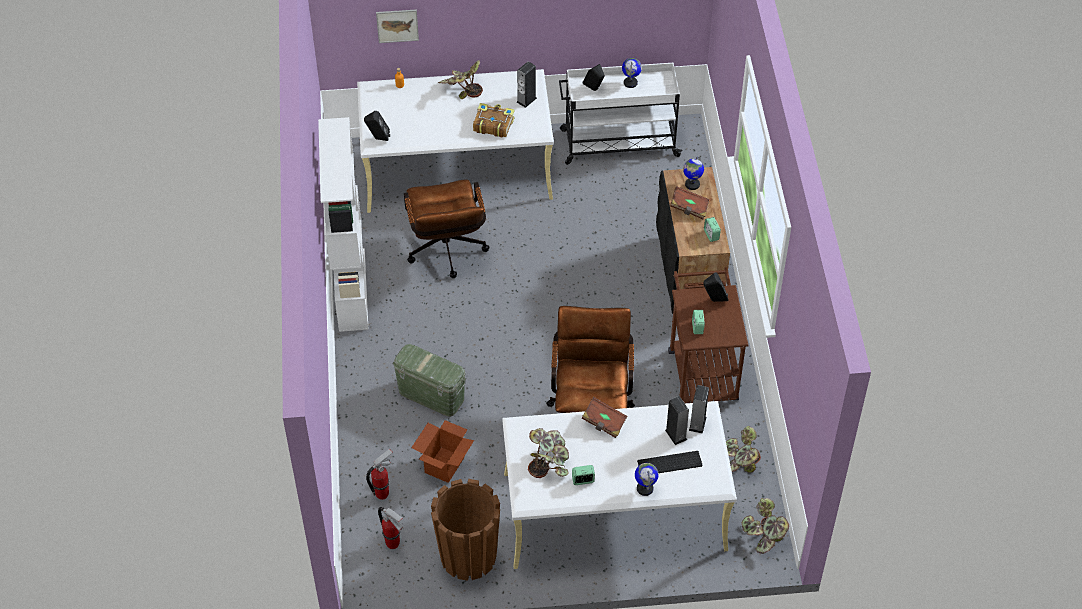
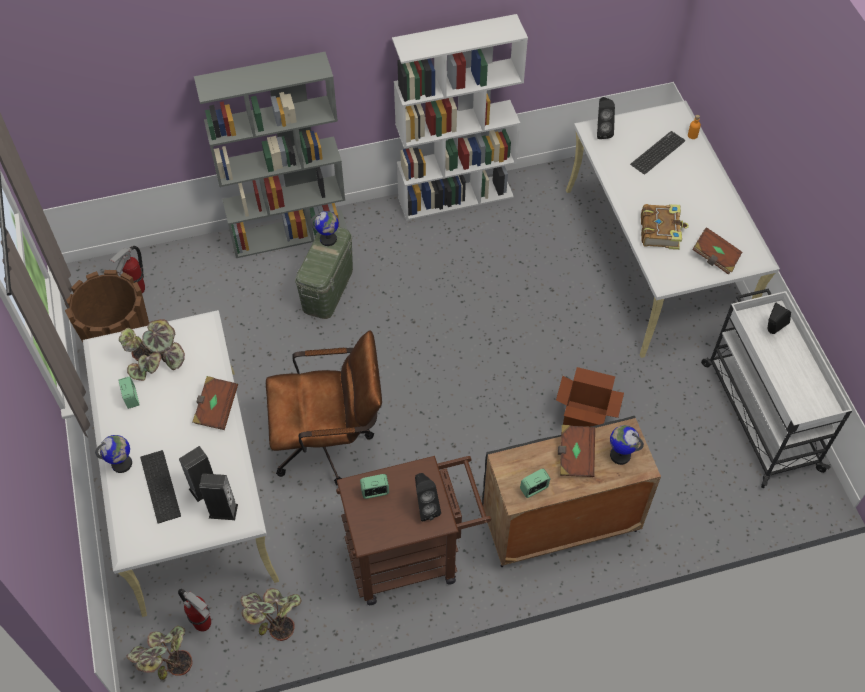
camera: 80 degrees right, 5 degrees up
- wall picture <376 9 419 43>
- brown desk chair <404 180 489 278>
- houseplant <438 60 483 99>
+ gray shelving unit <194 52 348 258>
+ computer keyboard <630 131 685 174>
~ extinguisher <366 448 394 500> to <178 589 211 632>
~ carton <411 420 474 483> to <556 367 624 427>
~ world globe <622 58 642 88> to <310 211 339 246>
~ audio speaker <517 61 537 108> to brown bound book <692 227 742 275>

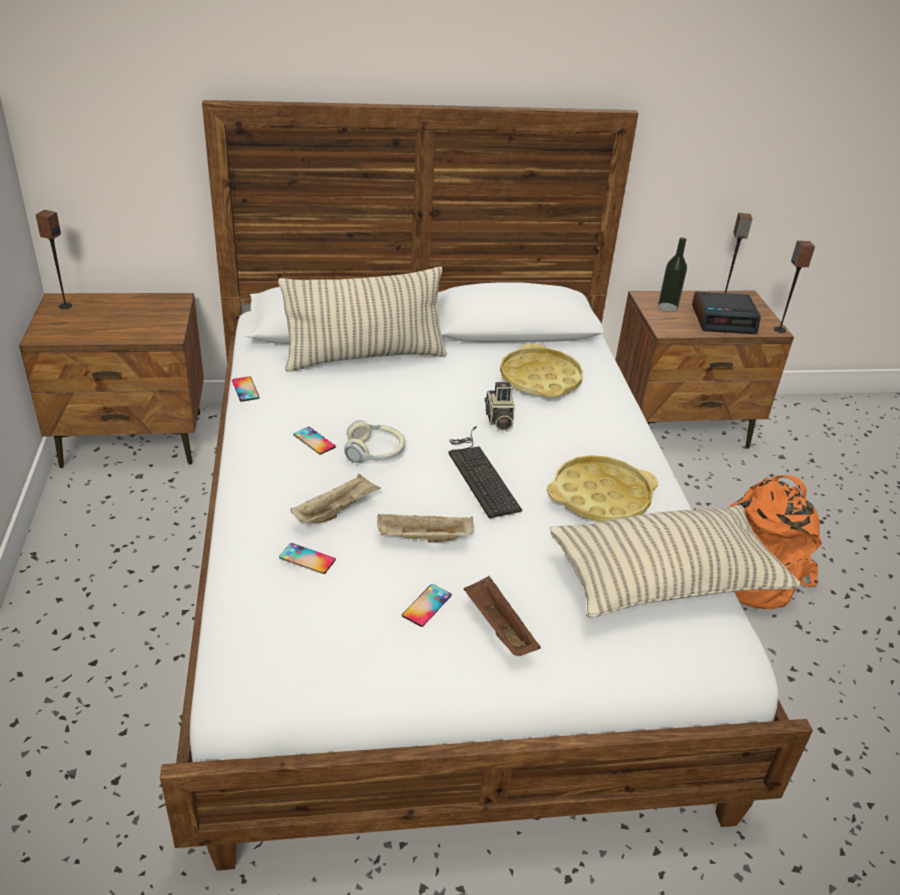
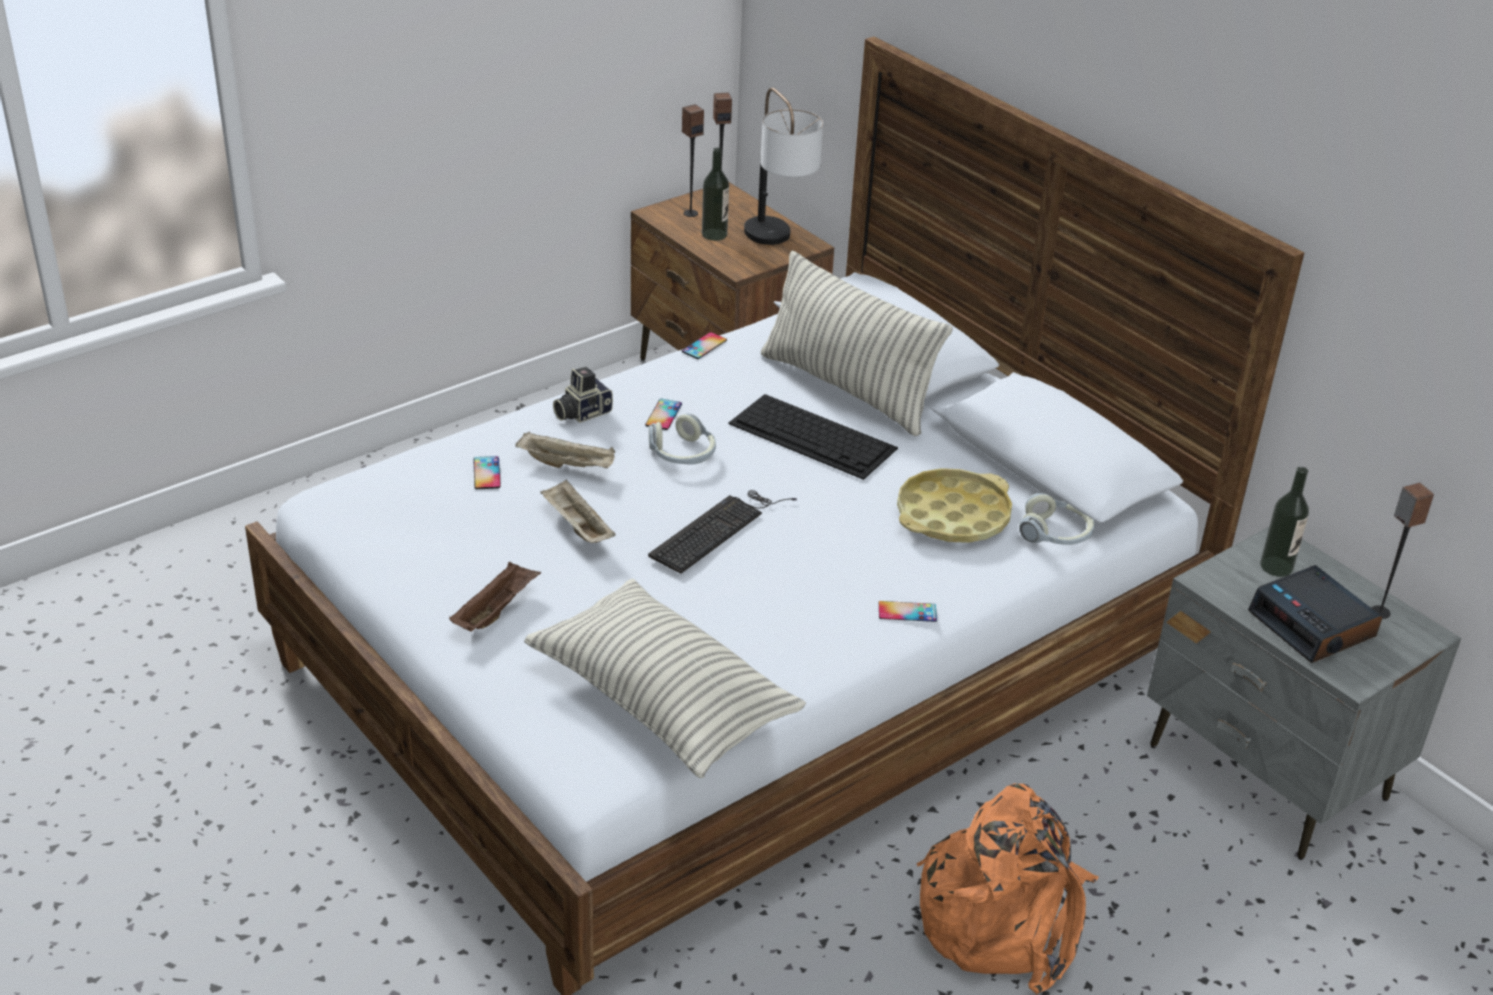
camera: 60 degrees right, 0 degrees up
- yellow carrying tray <547 455 658 522>
+ beverage bottle <702 147 729 241>
+ computer keyboard <728 394 898 480>
+ lamp for a table <744 88 823 245>
+ headset <1019 493 1095 545>
~ telephone <402 584 452 627> to <879 601 937 622>
~ still camera <485 382 515 431> to <553 367 613 423>
~ audio speaker <774 241 815 333> to <682 104 704 217>
~ brown night table <615 291 794 449> to gray night table <1147 526 1461 860>

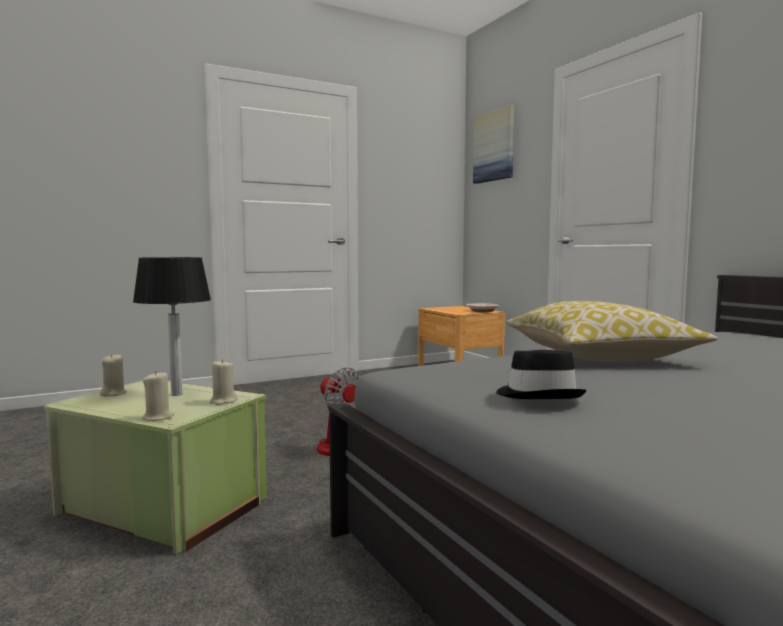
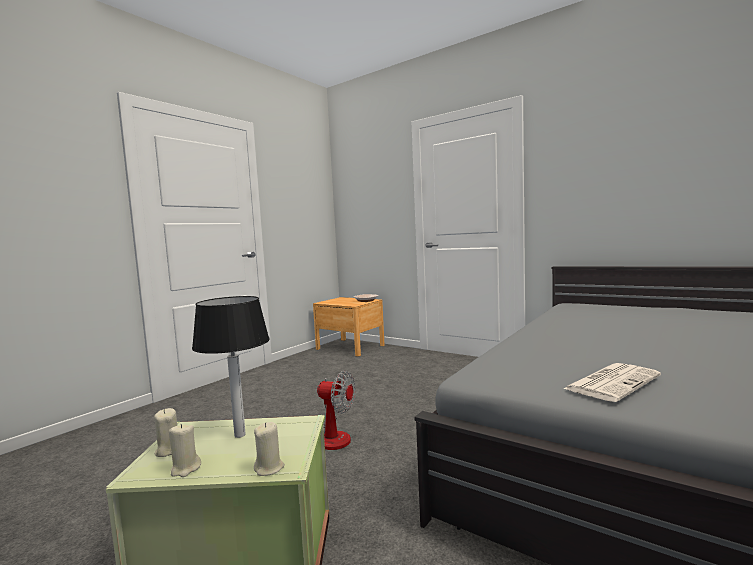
camera: 25 degrees left, 0 degrees up
- wall picture <473 105 514 184>
- throw pillow <506 301 718 362>
~ beige-coloured candle <210 360 237 405> to <169 424 201 477>
~ black clothing hat <496 350 587 399> to daily paper <563 363 661 402>

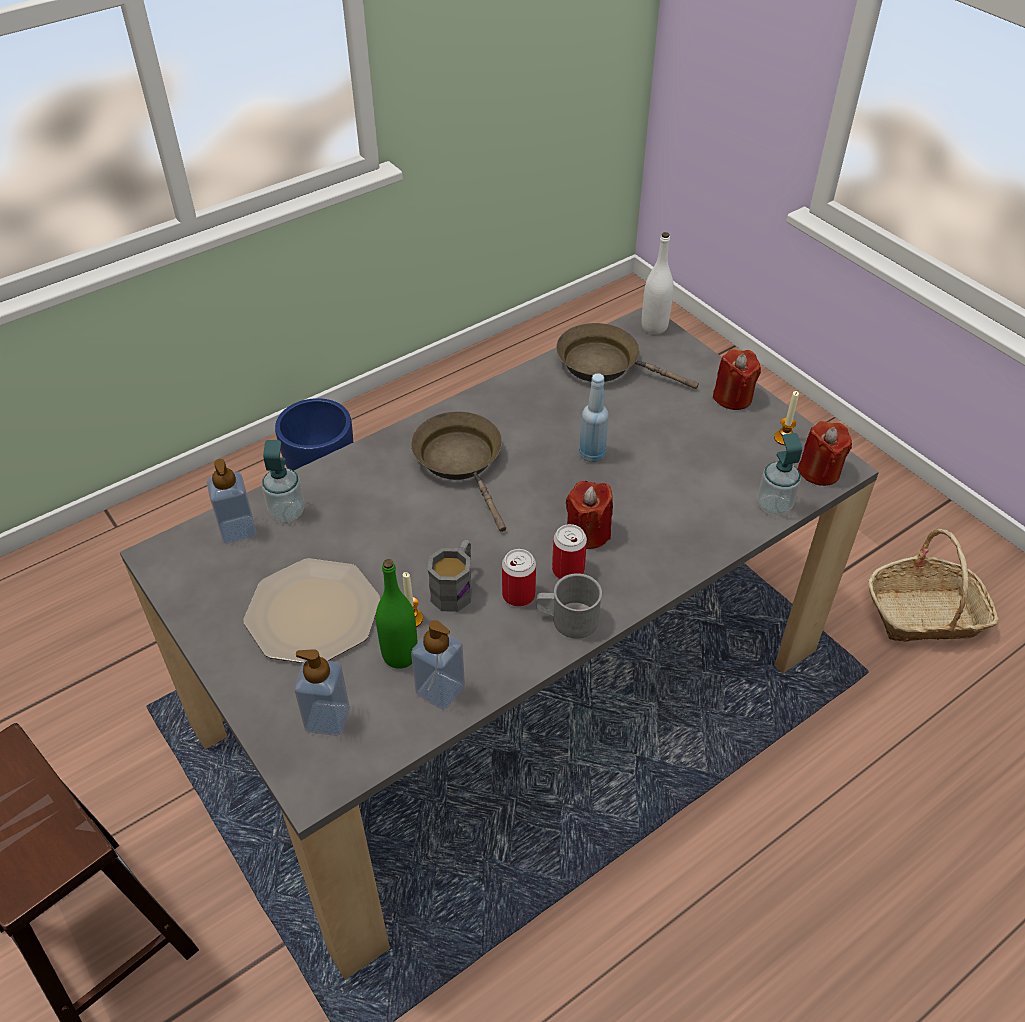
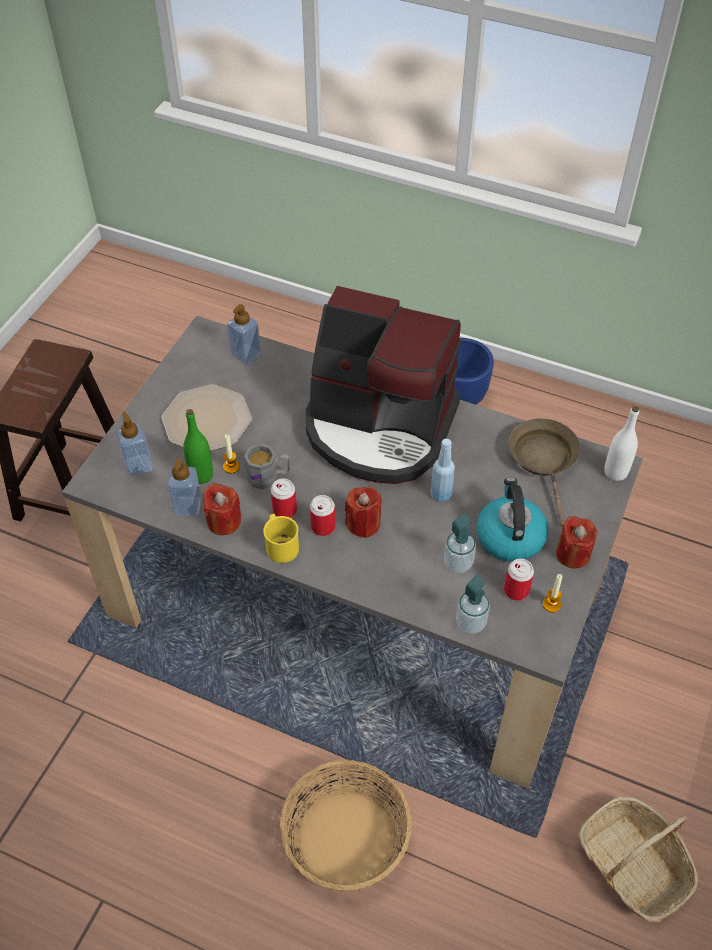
camera: 60 degrees right, 5 degrees up
+ basket <280 760 412 891>
+ kettle <477 477 548 562>
+ can <504 558 534 600>
~ soap dispenser <262 440 304 522> to <444 514 476 573>
~ reddish candle <798 421 852 486> to <203 483 242 535>
~ brown skillet <411 411 506 532> to coffee machine <306 286 461 484>
~ gray tea mug <536 573 602 639> to yellow tea mug <263 514 299 563>

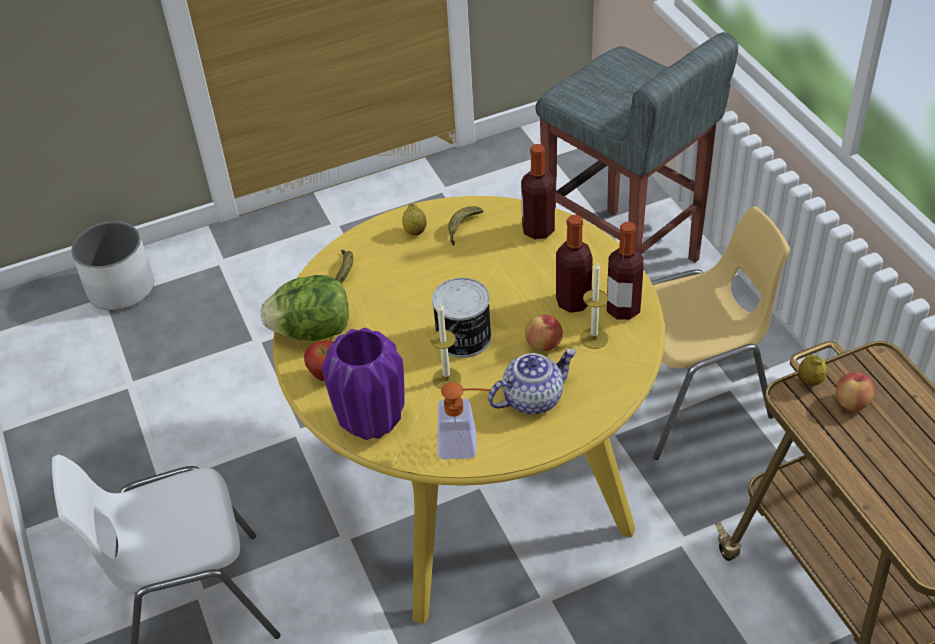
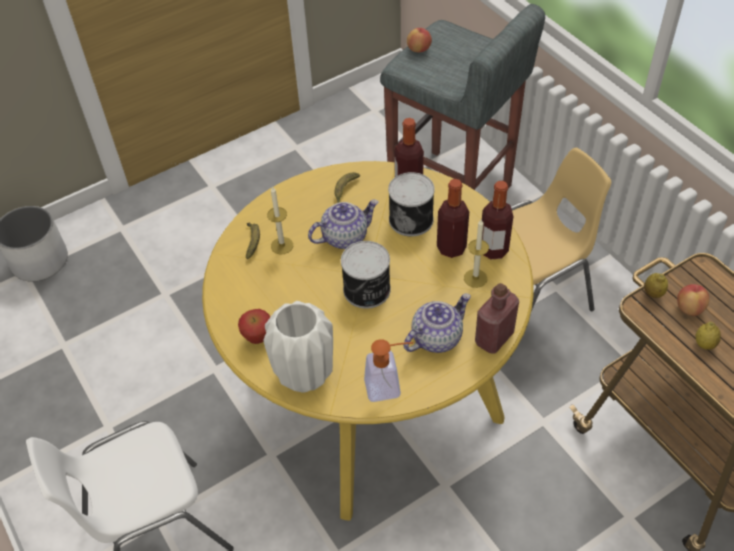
camera: 10 degrees left, 5 degrees up
- lettuce <260 275 349 341>
+ pot for tea <308 199 378 249>
+ can <388 172 435 236>
+ reddish beverage bottle <475 283 519 354>
~ citrus fruit <402 203 427 235> to <696 322 721 350>
~ candle <430 304 461 389> to <267 186 293 255>
~ apple fruit <525 314 563 351> to <407 28 432 52>
~ purple decorative vase <321 328 405 440> to whitish decorative vase <263 301 333 393>

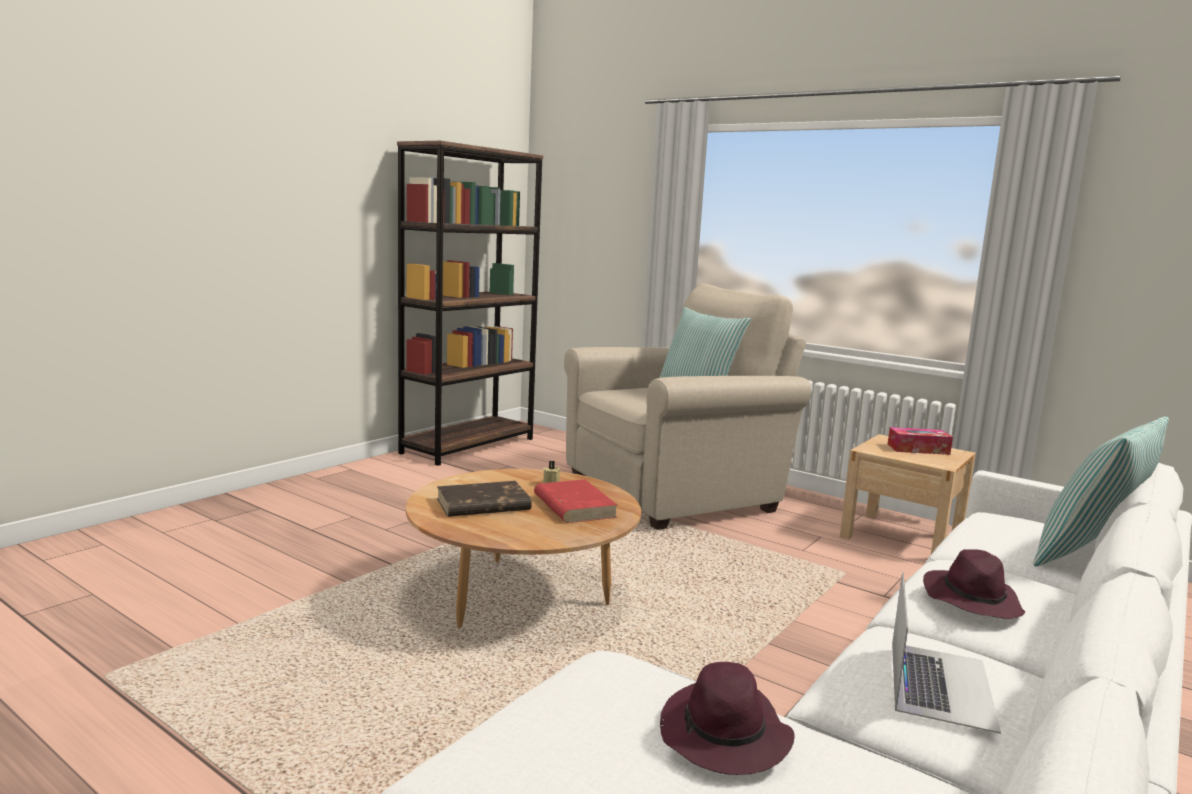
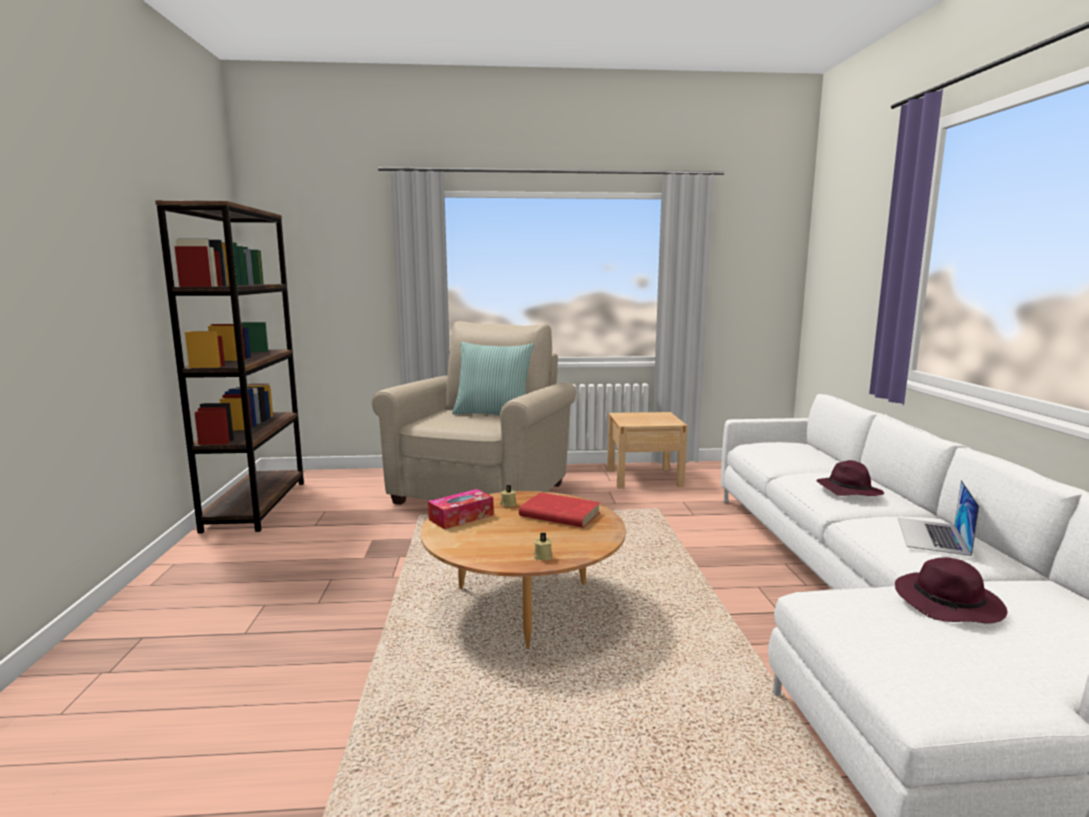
camera: 40 degrees left, 0 degrees up
- brown bound book <437 481 532 517>
- throw pillow <1033 416 1169 567>
+ beige-coloured candle <534 532 552 560>
~ box of tissues <888 427 953 455> to <428 489 494 529>
~ laptop <892 571 1001 734> = <898 480 980 556> 135 degrees counterclockwise

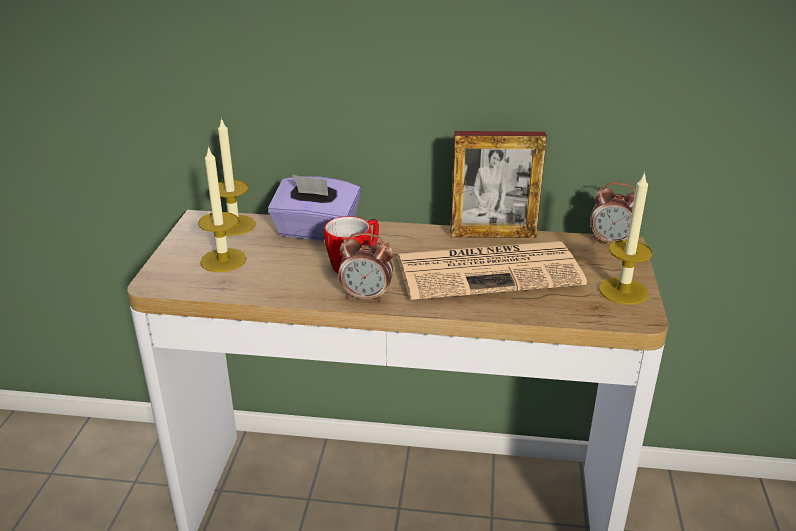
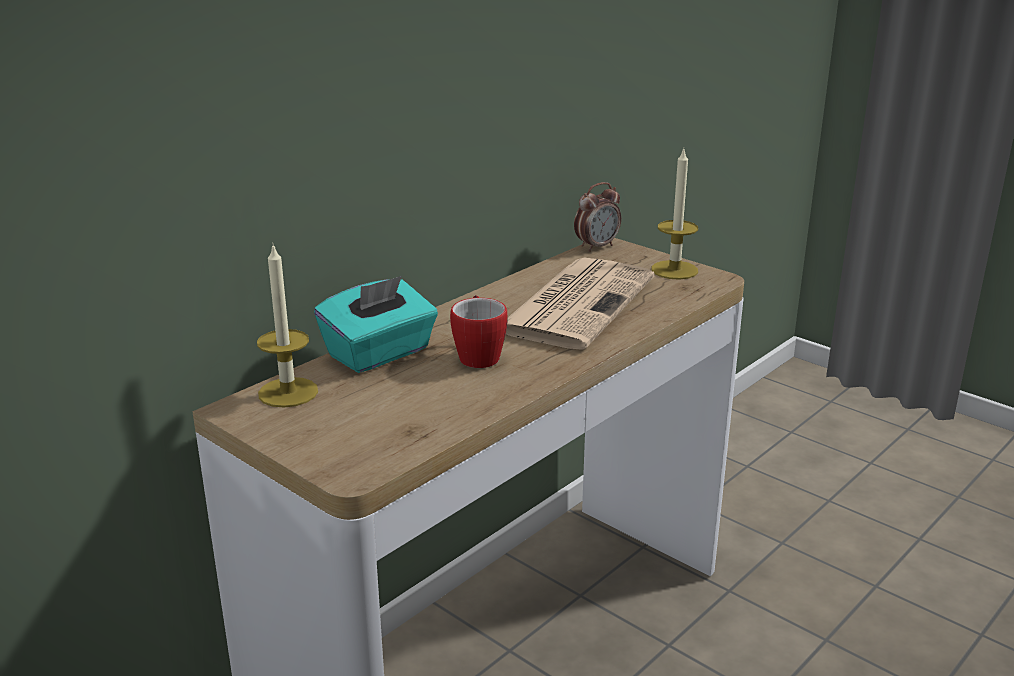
camera: 55 degrees left, 5 degrees down
- candle <198 146 247 272>
- table clock <338 233 393 302>
- photo frame <451 131 547 238>
~ purple box of tissues <268 175 361 241> to blue-green box of tissues <314 276 438 373>

